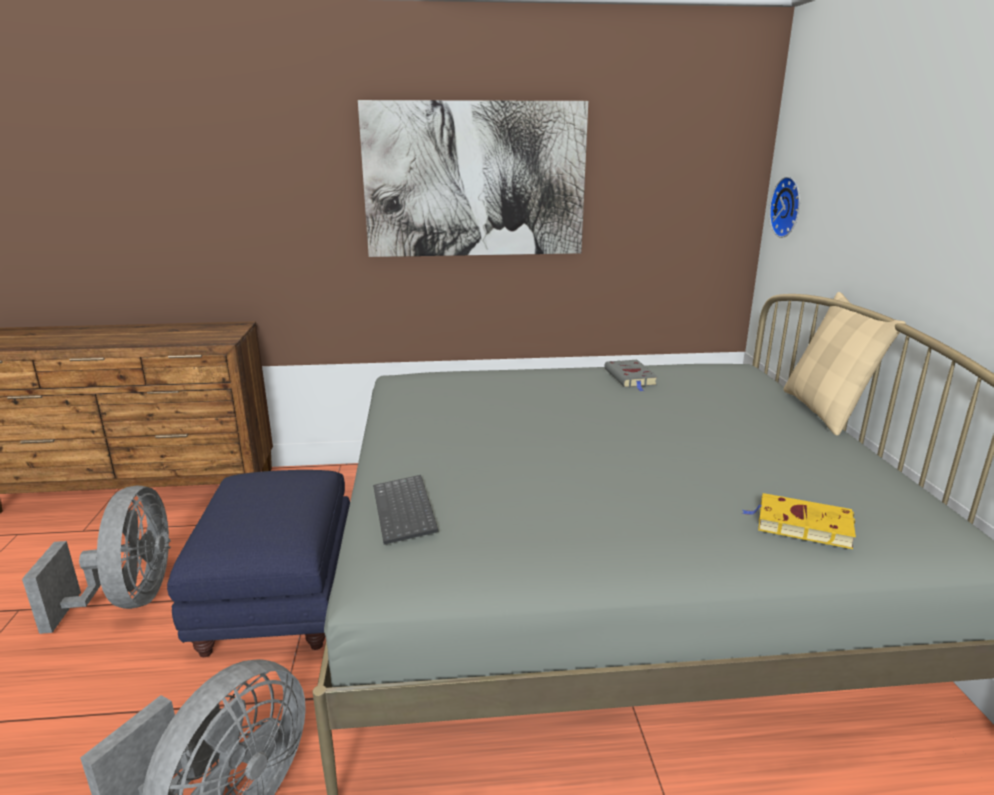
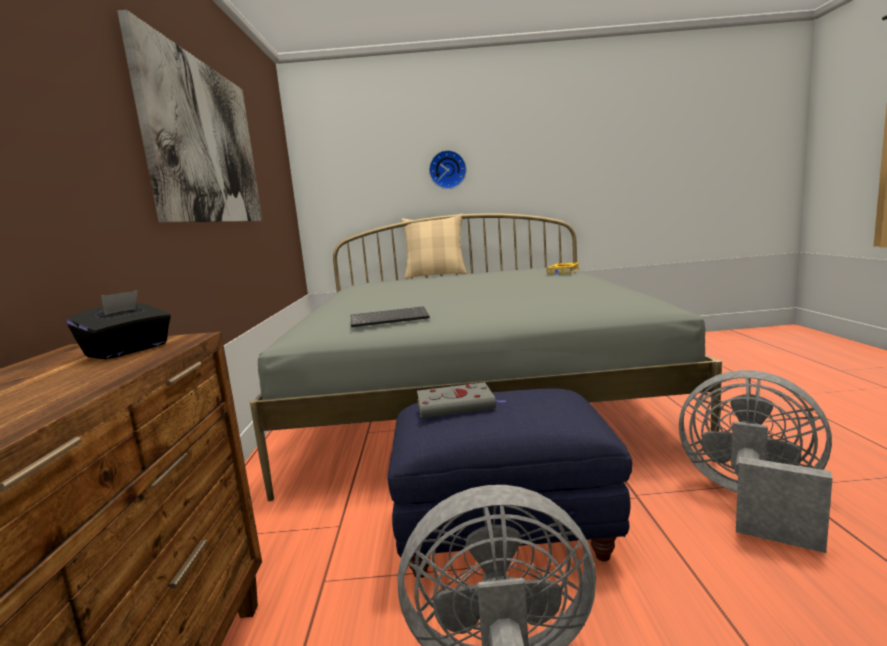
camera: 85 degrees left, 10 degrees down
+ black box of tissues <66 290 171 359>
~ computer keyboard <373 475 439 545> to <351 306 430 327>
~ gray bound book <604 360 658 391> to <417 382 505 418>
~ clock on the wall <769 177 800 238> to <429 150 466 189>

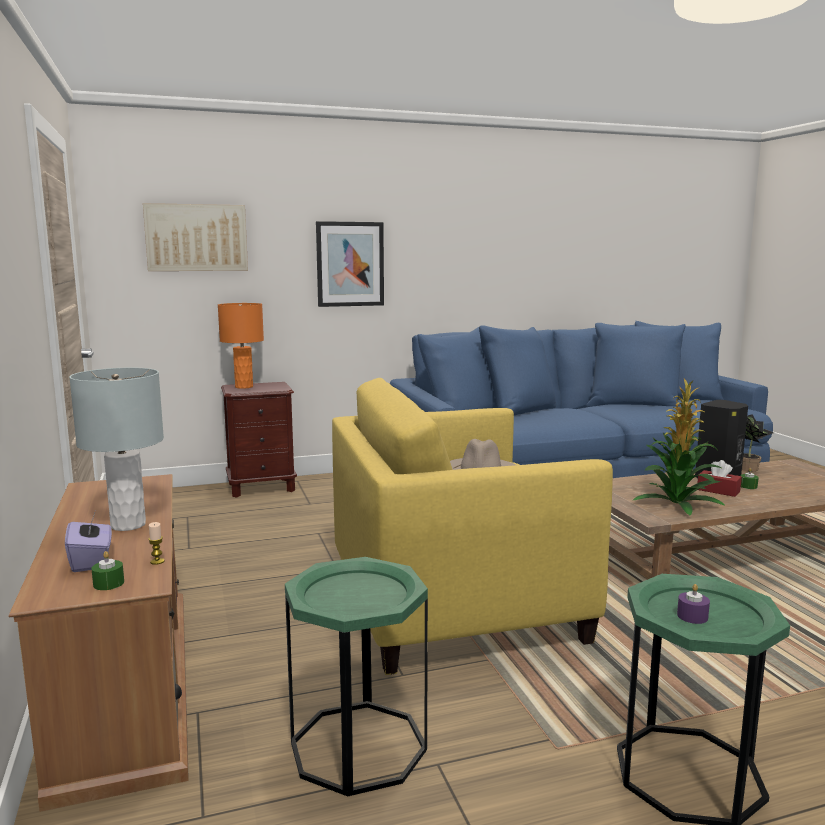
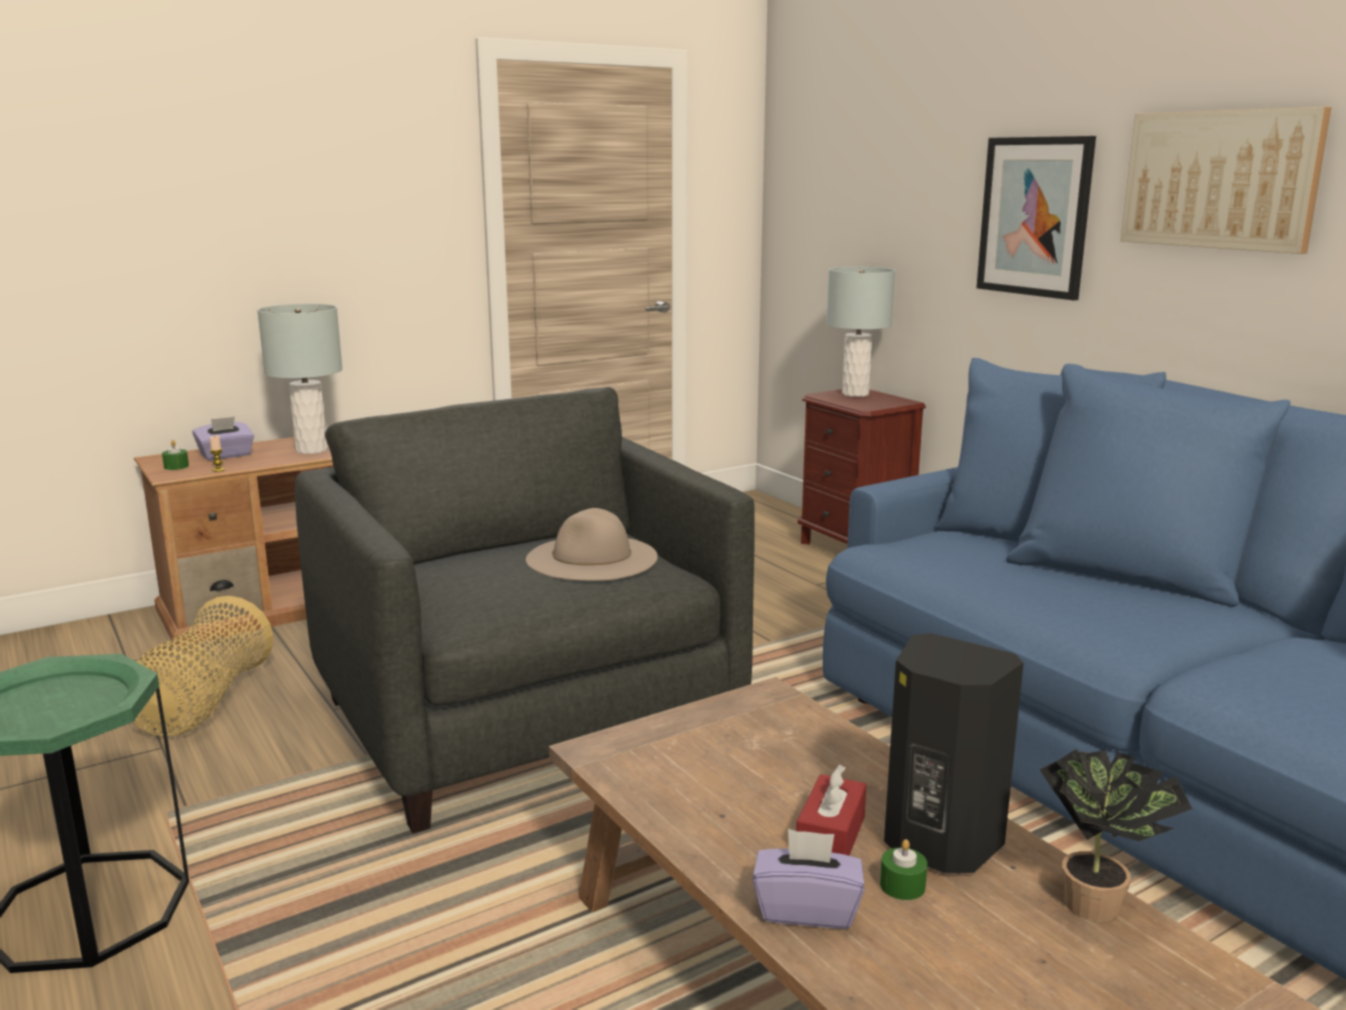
camera: 75 degrees right, 5 degrees up
- houseplant <633 379 725 515>
- purple candle <677 584 710 624>
+ purple box of tissues <753 829 865 929>
~ wall picture <143 203 248 271> to <1120 107 1331 254>
~ green end table <285 557 428 796> to basket <133 596 273 736>
~ orange-coloured lamp for a table <218 303 264 389> to gray lamp for a table <826 267 895 397>
~ yellow armchair <332 378 613 675> to gray armchair <295 387 755 833>

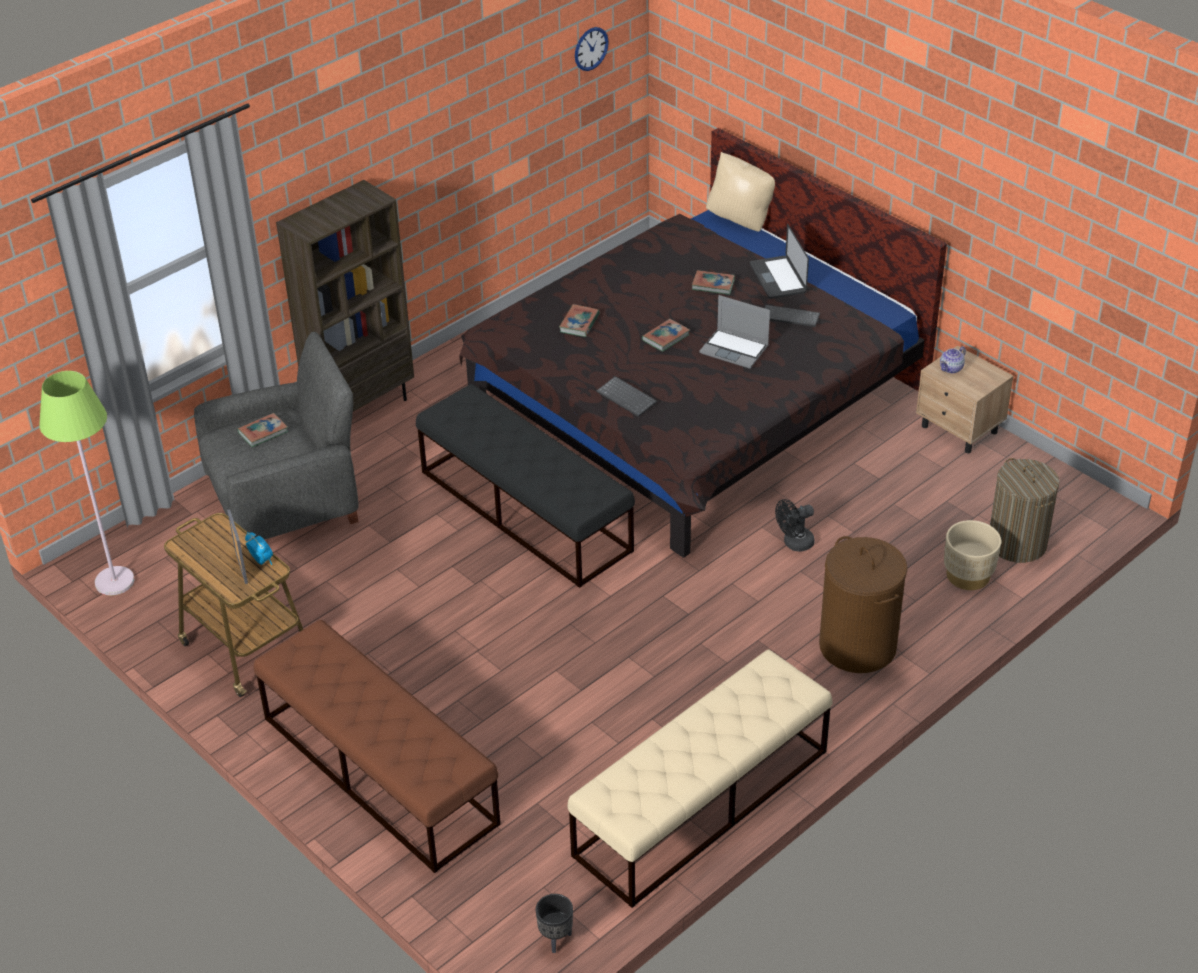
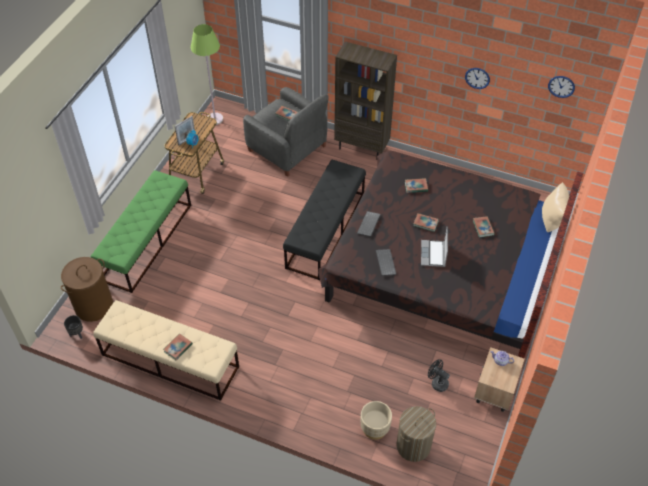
camera: 65 degrees right, 10 degrees up
- laptop <750 224 809 299>
+ bound book <163 333 193 360>
+ clock on the wall <465 68 490 89>
~ computer keyboard <765 305 820 327> to <376 249 397 276>
~ black fan <775 499 815 551> to <428 359 450 392>
~ brown laundry basket <819 536 908 673> to <61 257 113 322>
~ brown indoor bench <253 620 501 873> to green indoor bench <91 170 191 293>

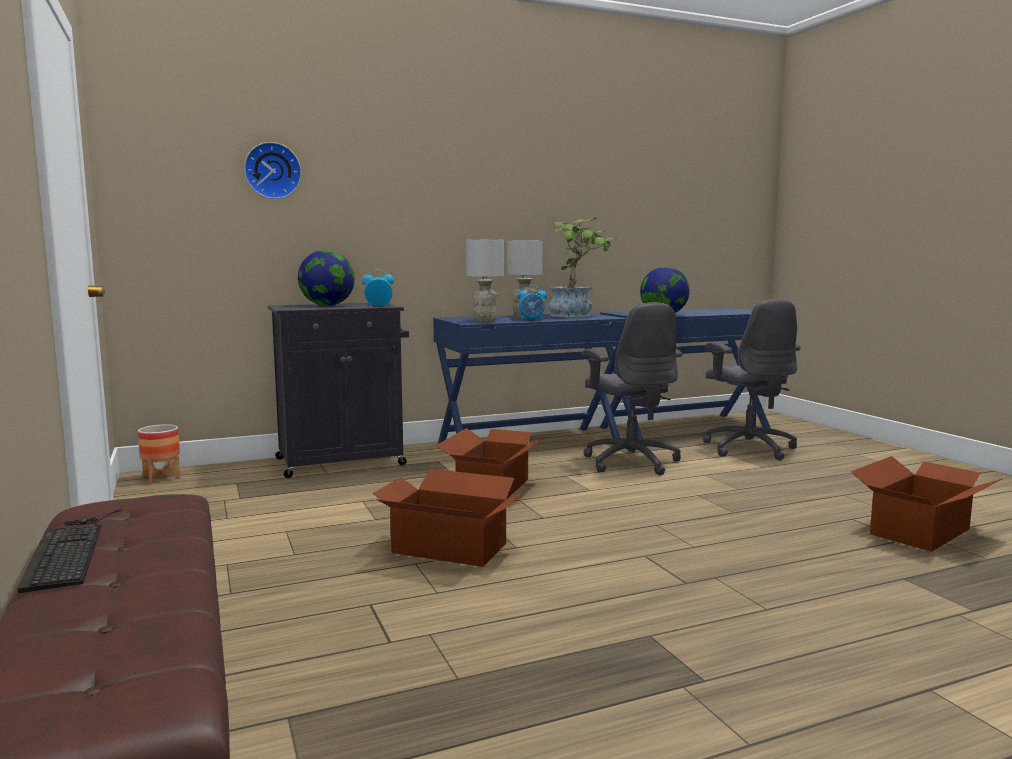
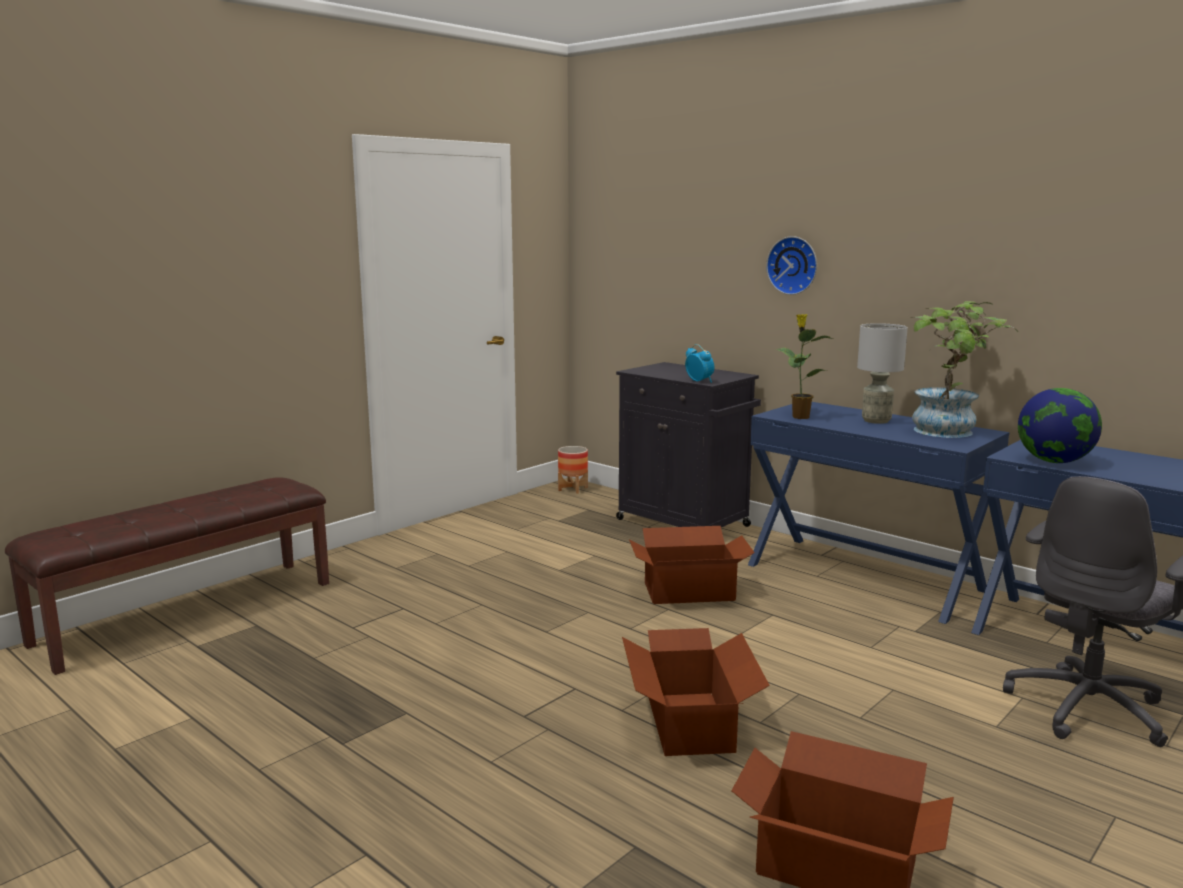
camera: 65 degrees right, 5 degrees up
- computer keyboard <18 509 121 593>
- world globe <298 250 355 306>
- table clock <518 285 547 321>
- gray desk chair <583 302 682 476>
~ clock on the wall <244 142 302 199> to <766 236 817 295>
~ carton <372 469 525 567> to <622 628 770 756>
~ gray lamp for a table <466 240 504 322> to houseplant <776 314 833 419>

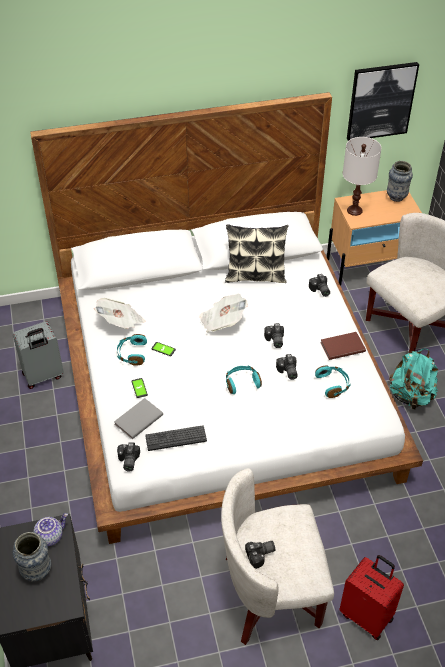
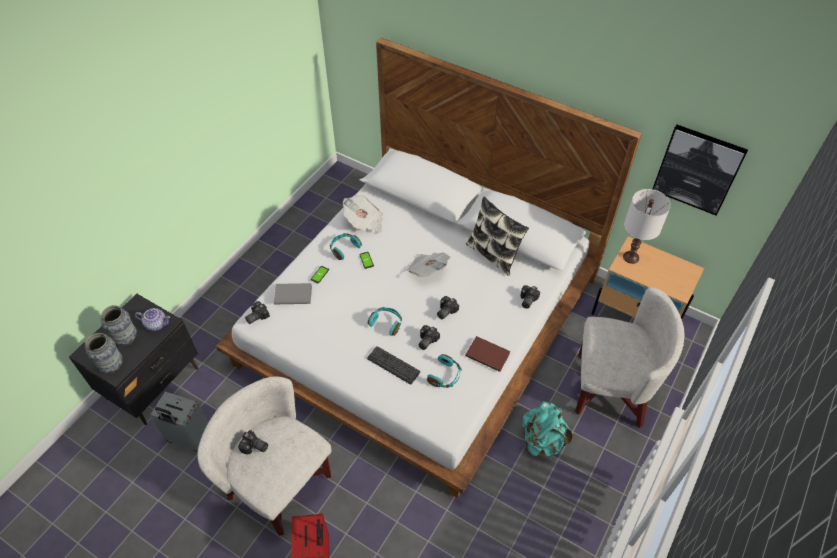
camera: 45 degrees right, 5 degrees up
~ gray suitcase <13 321 64 389> to <150 392 208 451>
~ computer keyboard <145 425 207 451> to <367 346 420 384>
~ decorative vase <387 161 413 202> to <85 333 123 373>

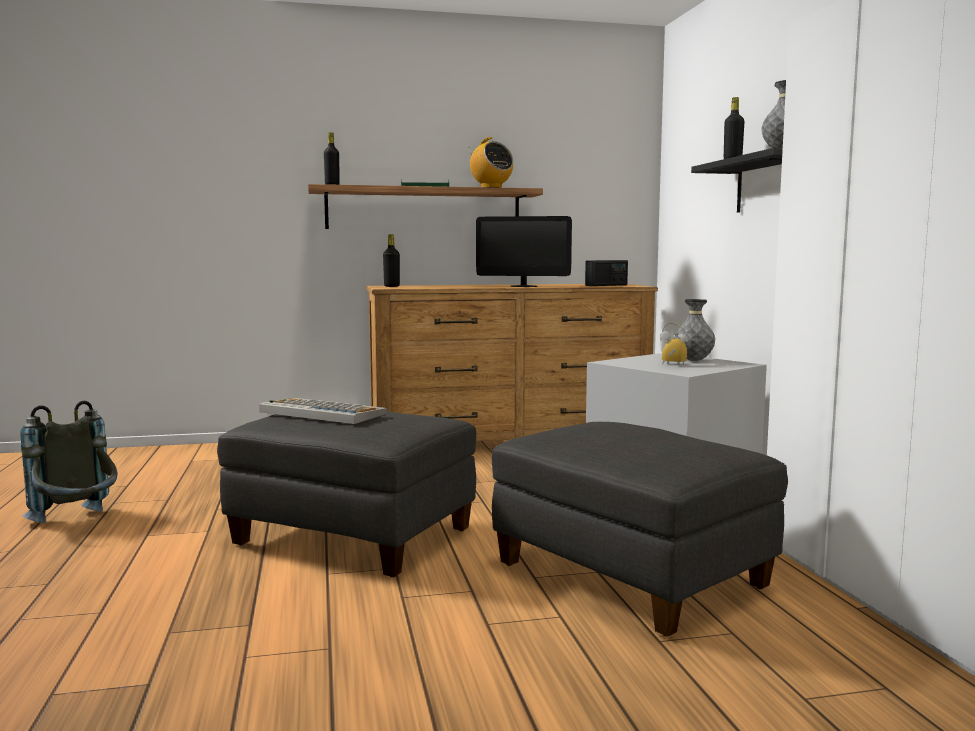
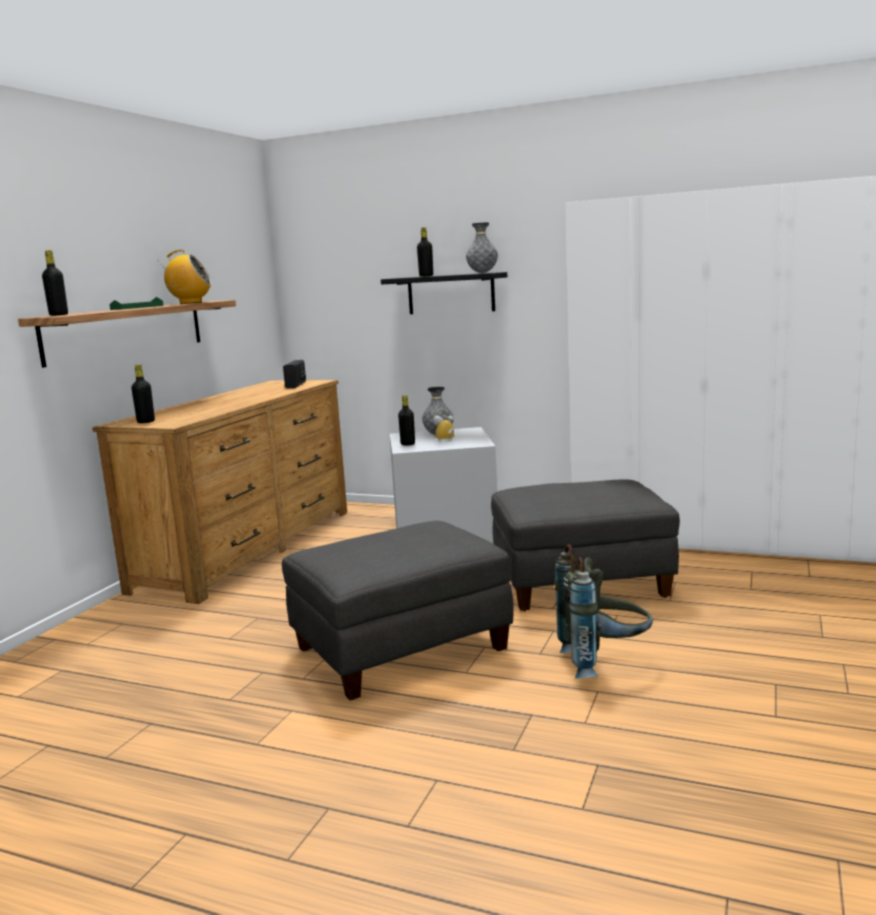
camera: 55 degrees left, 5 degrees up
- computer keyboard <259 398 388 424>
- computer display <476 216 572 287>
+ black beverage bottle <398 395 415 446>
~ gray backpack <20 401 117 523> to <554 544 653 679>

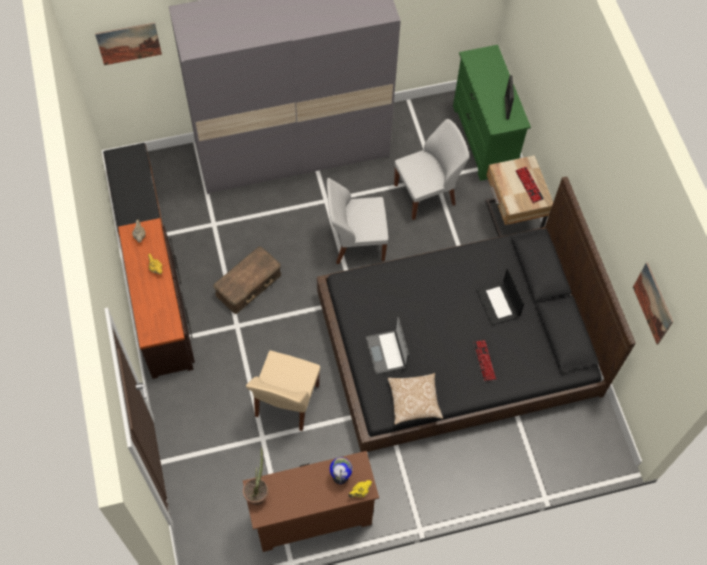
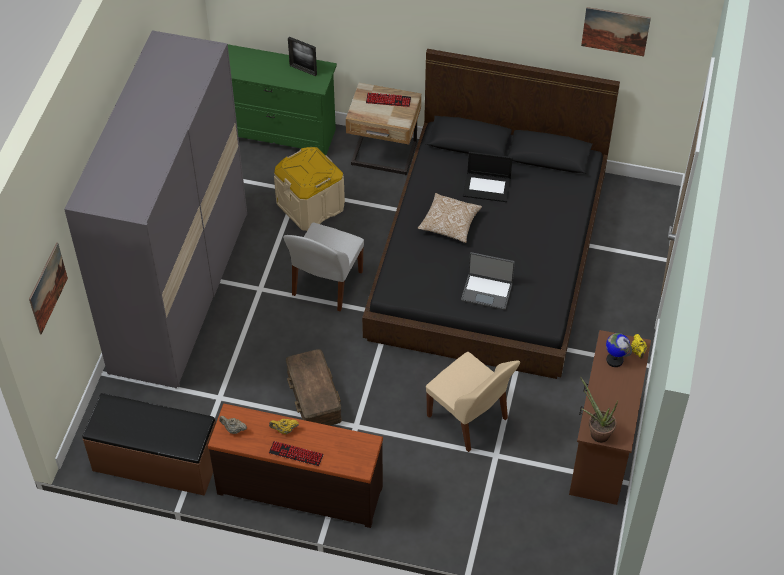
camera: 60 degrees left, 10 degrees down
~ throw pillow <388 373 443 425> to <418 193 482 243>
~ computer keyboard <473 340 496 382> to <269 441 324 466>
~ whitish plain chair <394 119 469 220> to beige-coloured storage bin <274 147 345 231>

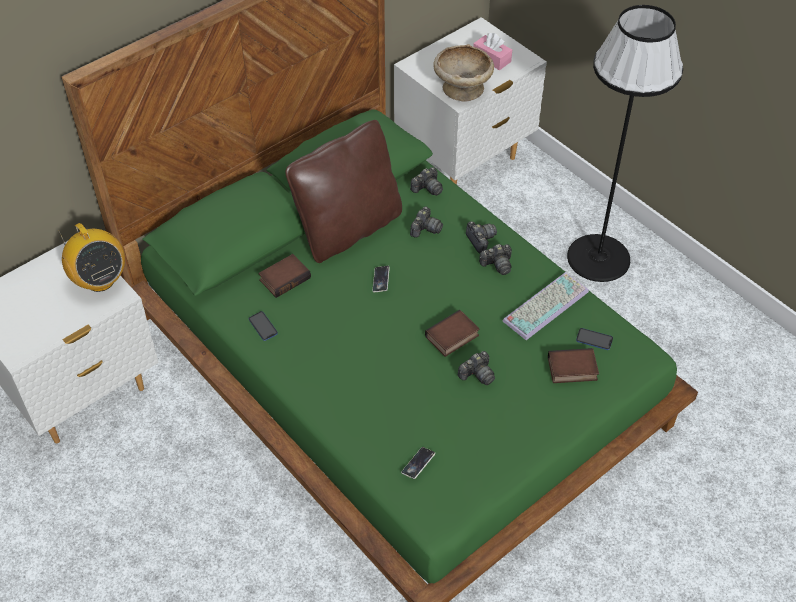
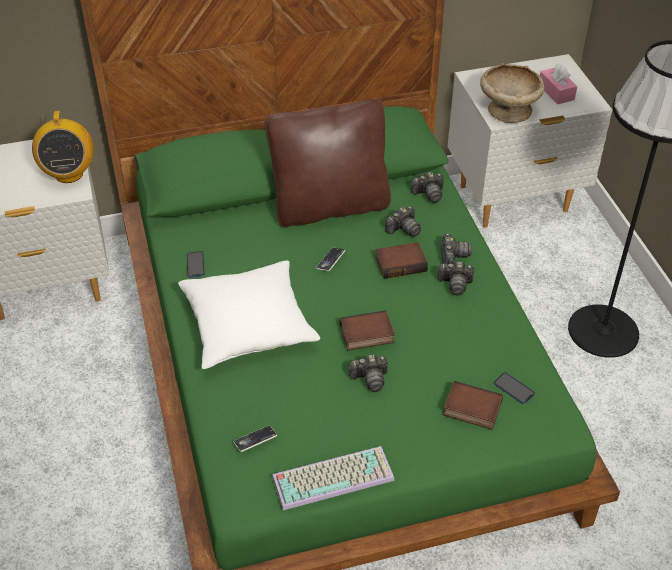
camera: 25 degrees right, 5 degrees down
+ whitish throw pillow <178 261 320 369>
~ bound book <258 254 311 298> to <376 242 428 279>
~ computer keyboard <503 272 589 340> to <272 446 395 510>

